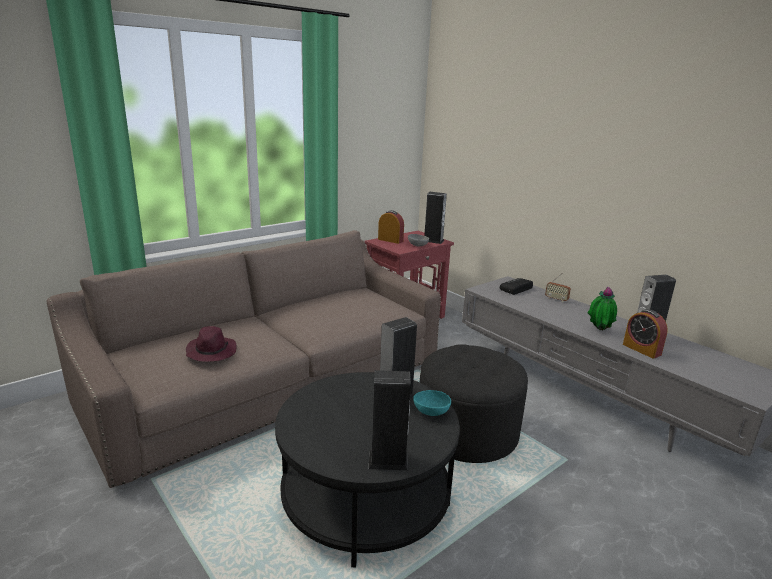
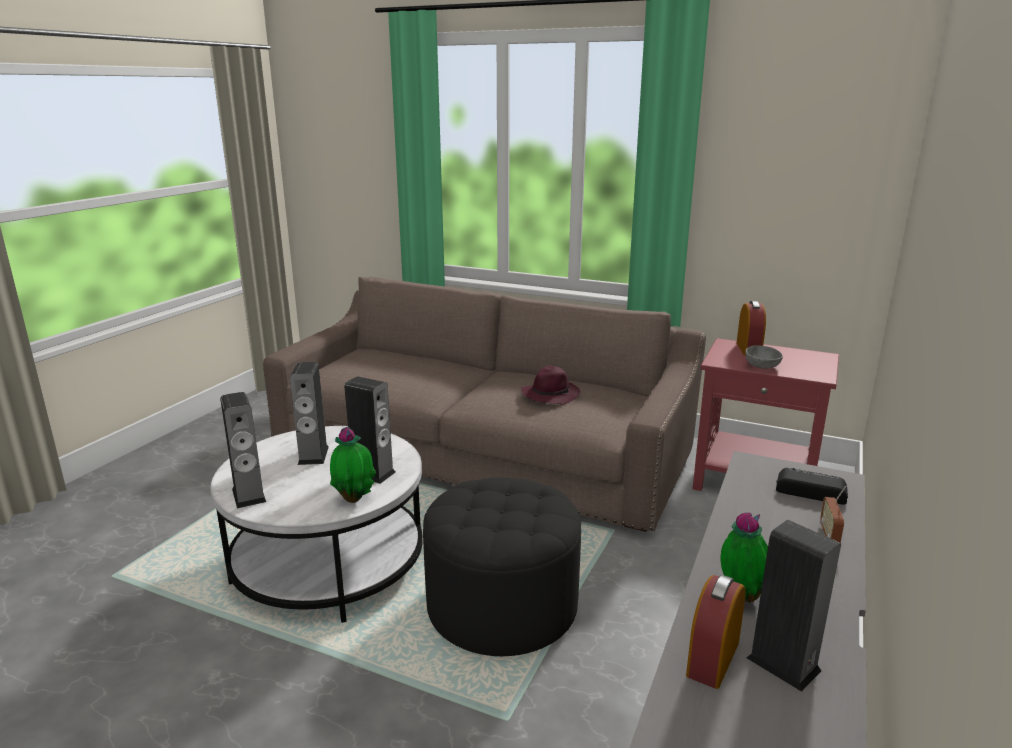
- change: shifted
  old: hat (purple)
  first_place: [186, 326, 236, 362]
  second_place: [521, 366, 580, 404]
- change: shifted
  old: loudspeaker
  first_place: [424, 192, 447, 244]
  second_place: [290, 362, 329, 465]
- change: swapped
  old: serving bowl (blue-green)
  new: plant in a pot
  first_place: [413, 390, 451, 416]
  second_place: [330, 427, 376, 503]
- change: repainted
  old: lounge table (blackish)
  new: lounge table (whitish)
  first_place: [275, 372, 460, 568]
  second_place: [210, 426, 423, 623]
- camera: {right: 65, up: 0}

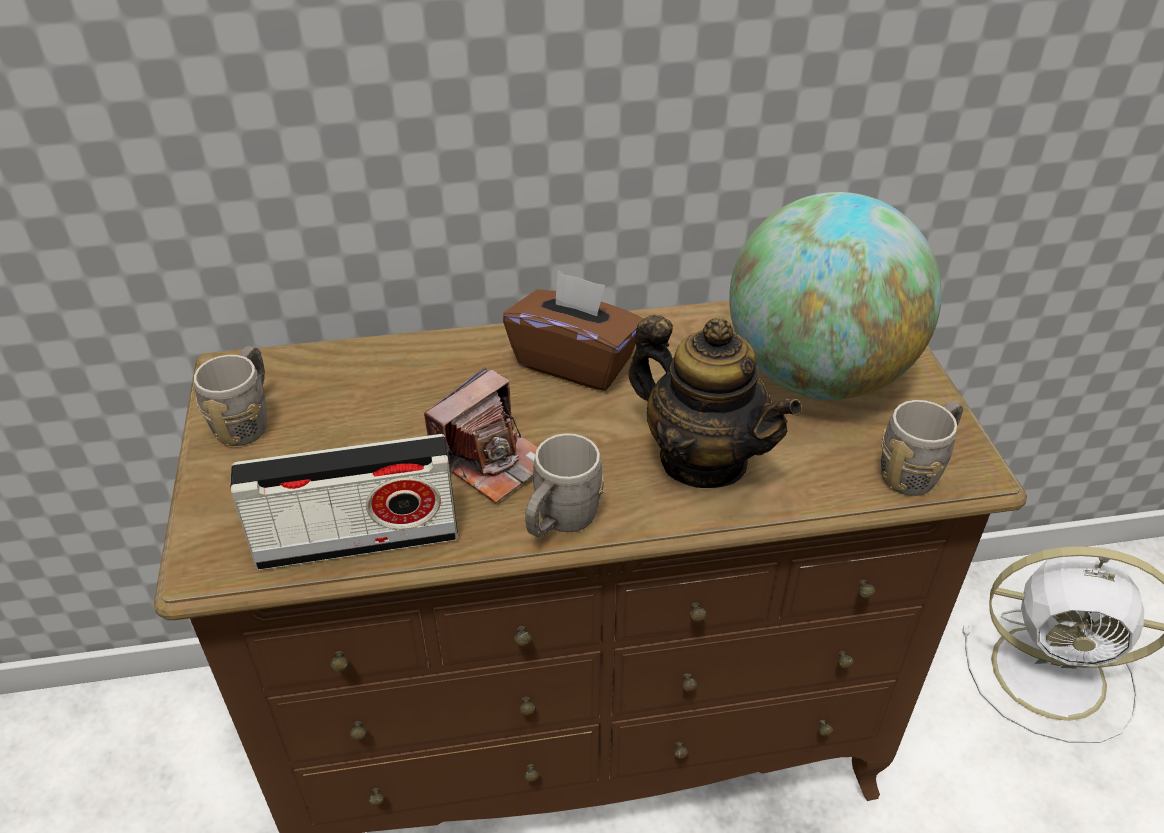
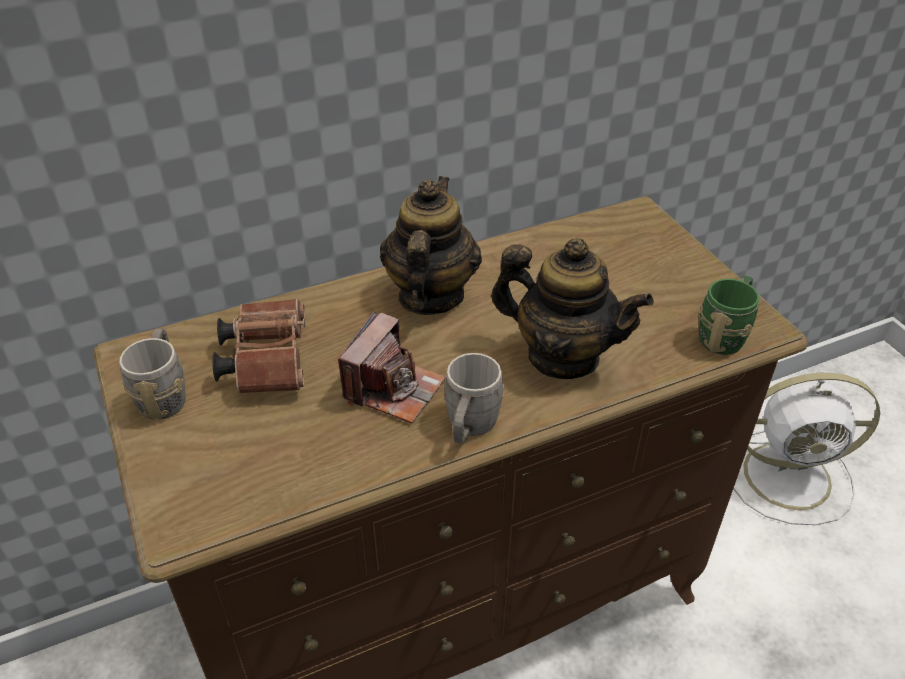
- change: gone
  old: radio receiver
  first_place: [230, 434, 458, 570]
- change: gone
  old: desk globe
  first_place: [729, 192, 942, 400]
- change: new
  new: pair of binoculars (brownish)
  second_place: [212, 299, 305, 394]
- change: swapped
  old: tissue box (brownish)
  new: tea pot
  first_place: [503, 270, 643, 391]
  second_place: [380, 176, 482, 315]
- change: repainted
  old: mug (greyish)
  new: mug (greenish)
  first_place: [881, 400, 963, 496]
  second_place: [699, 276, 759, 355]
- camera: {right: -15, up: 0}

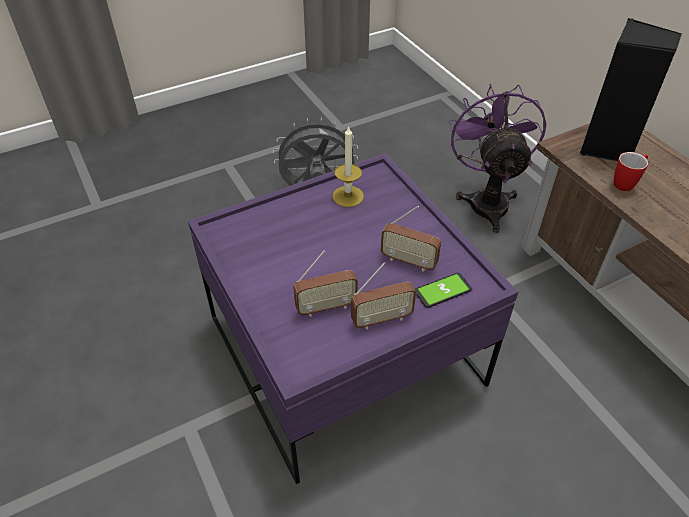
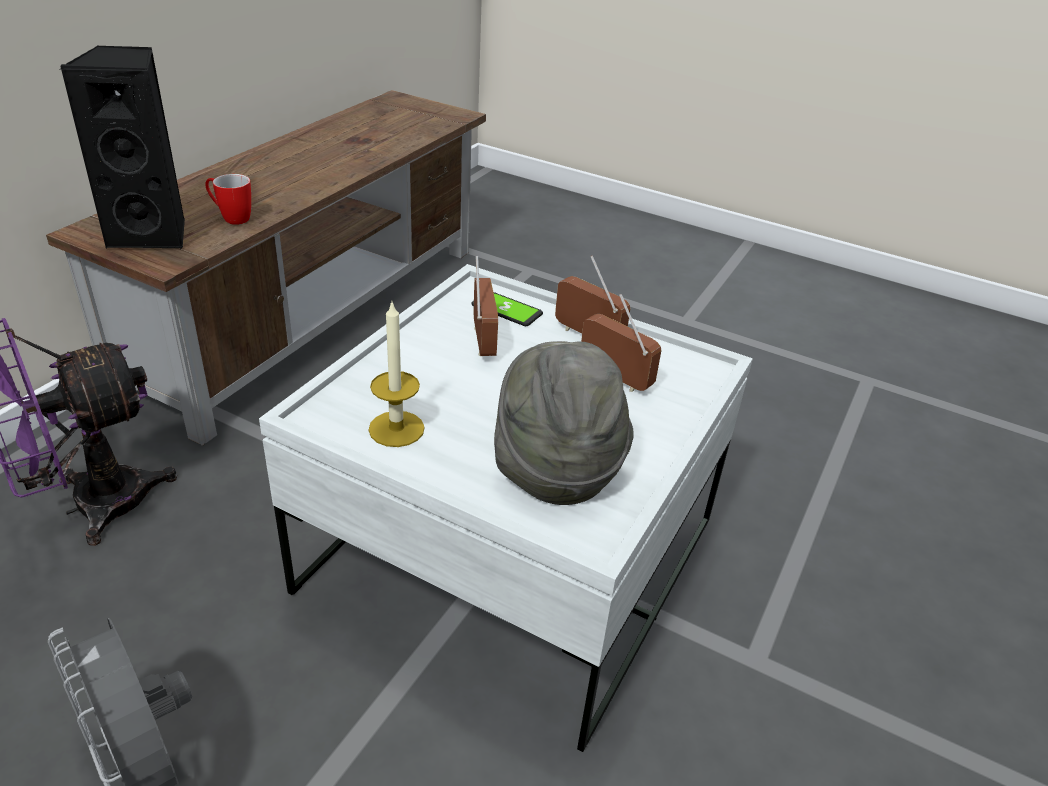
- change: new
  new: hat (greyish)
  second_place: [494, 341, 634, 505]
- change: repainted
  old: lounge table (purple)
  new: lounge table (whitish)
  first_place: [188, 153, 518, 484]
  second_place: [259, 264, 753, 752]
- camera: {right: -125, up: -10}

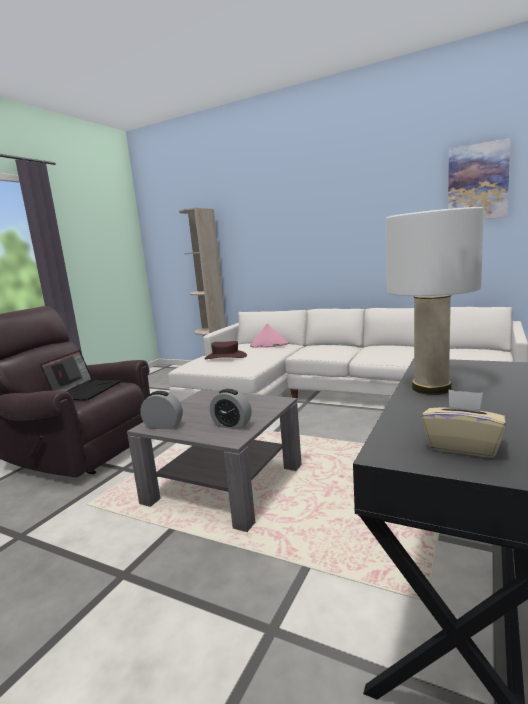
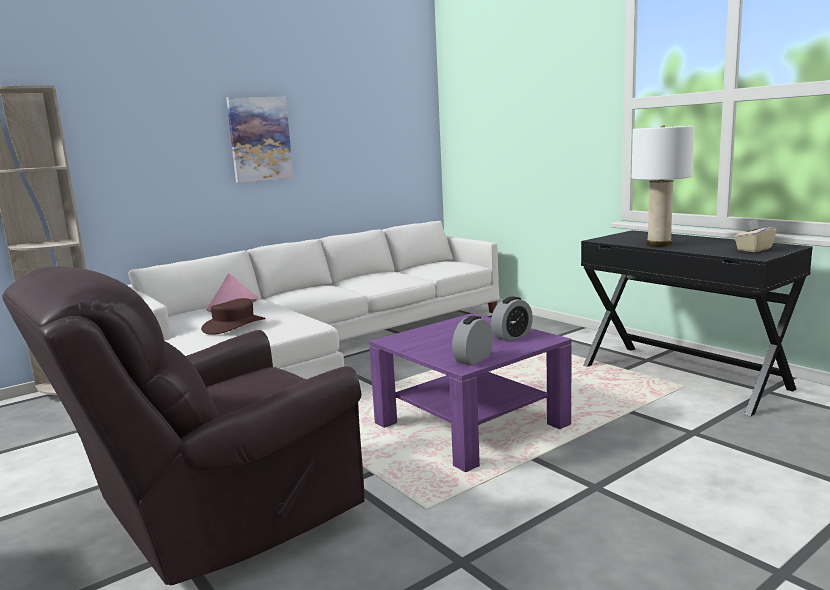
- change: gone
  old: notebook computer
  first_place: [40, 350, 120, 401]
- change: shifted
  old: picture
  first_place: [448, 138, 511, 219]
  second_place: [226, 97, 293, 183]
- change: repainted
  old: lounge table (greyish)
  new: lounge table (purple)
  first_place: [127, 390, 302, 532]
  second_place: [369, 313, 572, 472]
- camera: {right: -65, up: 0}

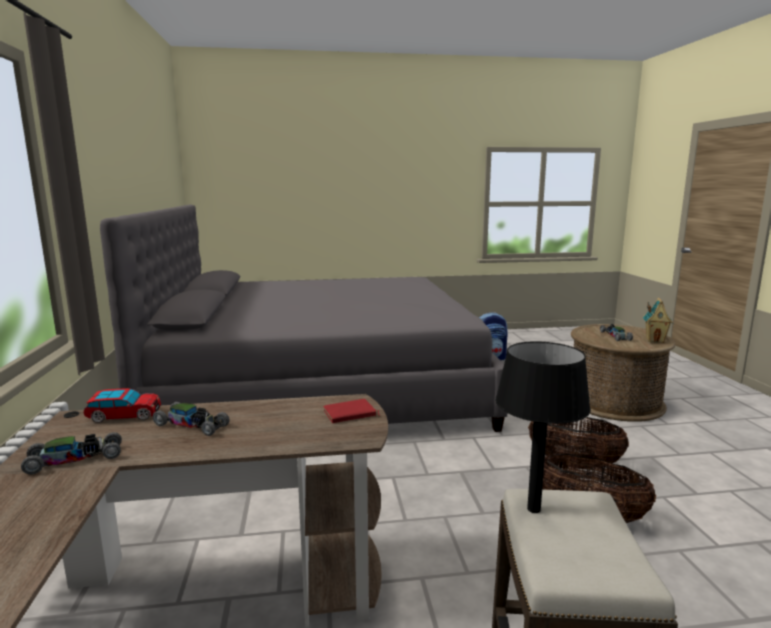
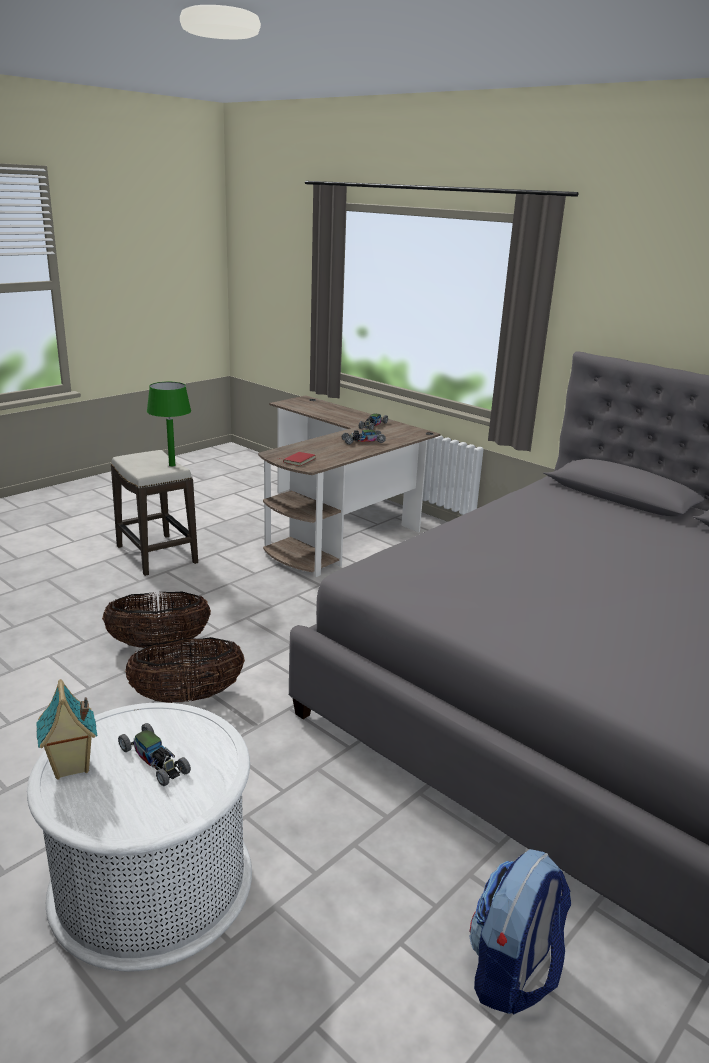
- change: gone
  old: toy car
  first_place: [83, 388, 161, 423]
- change: repainted
  old: tabletop lamp (blackish)
  new: tabletop lamp (greenish)
  first_place: [495, 341, 591, 513]
  second_place: [147, 382, 191, 466]
- change: repainted
  old: lounge table (brownish)
  new: lounge table (whitish)
  first_place: [571, 324, 675, 422]
  second_place: [27, 702, 252, 972]
- camera: {right: 140, up: 10}

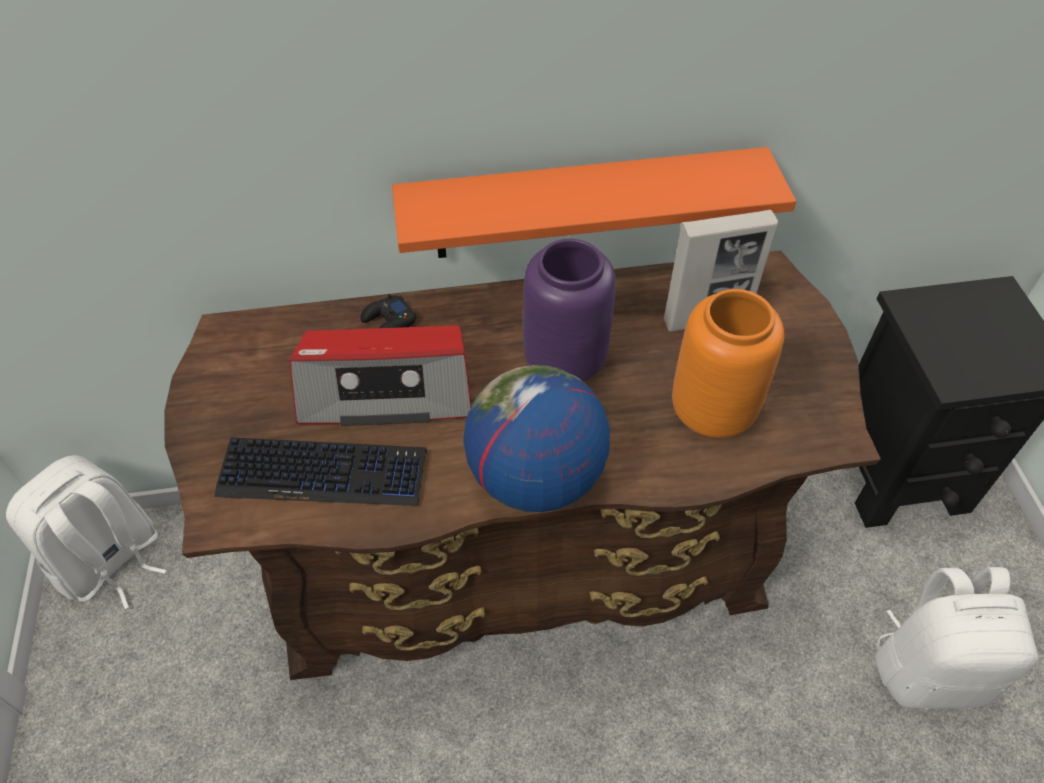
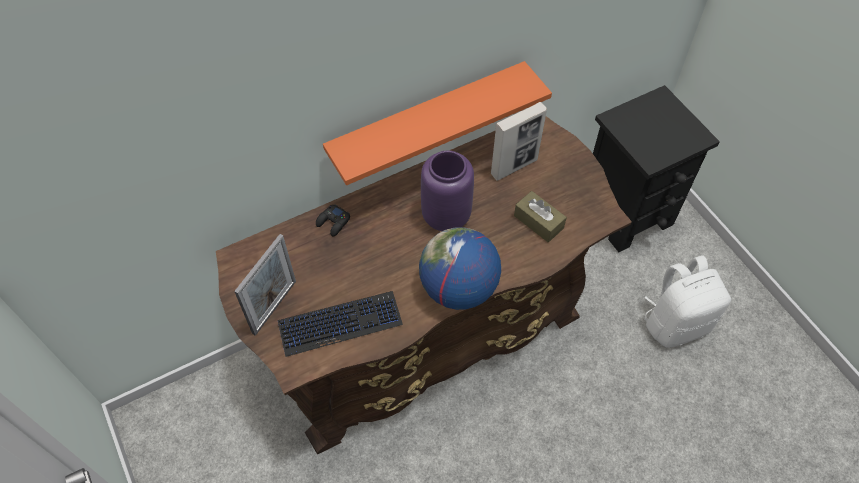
- change: gone
  old: knapsack (whitish)
  first_place: [6, 455, 167, 610]
- change: gone
  old: radio receiver
  first_place: [289, 326, 471, 426]
- change: new
  new: photo frame
  second_place: [234, 234, 296, 336]
- change: swapped
  old: flower vase (orangey)
  new: tissue box (brownish)
  first_place: [672, 289, 784, 438]
  second_place: [514, 191, 567, 242]
- camera: {right: -20, up: 5}

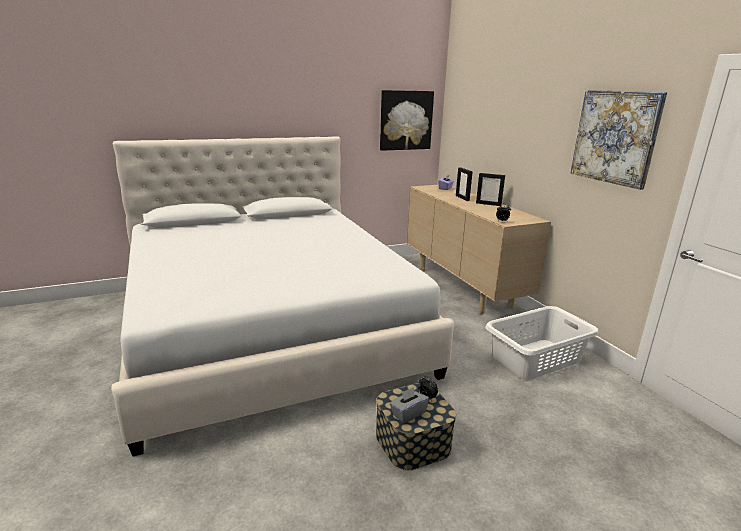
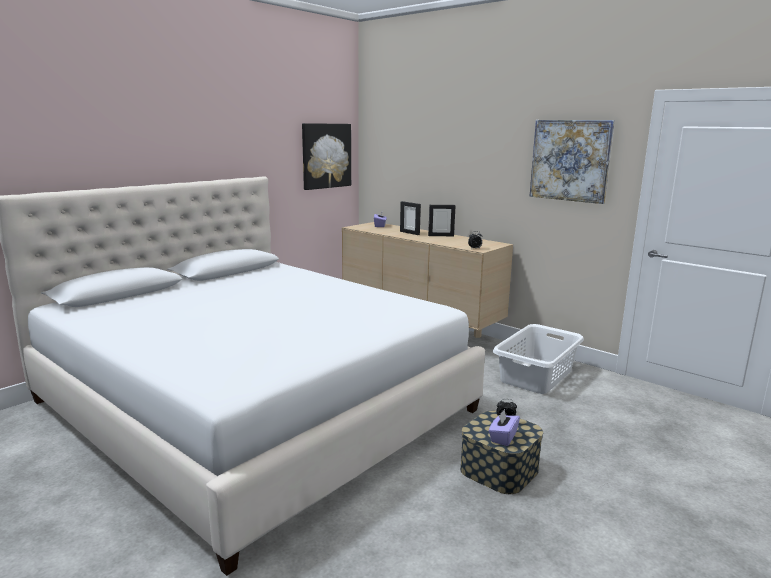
- change: repainted
  old: tissue box (greyish)
  new: tissue box (purple)
  first_place: [390, 387, 430, 423]
  second_place: [489, 409, 520, 446]
- camera: {right: -25, up: -5}

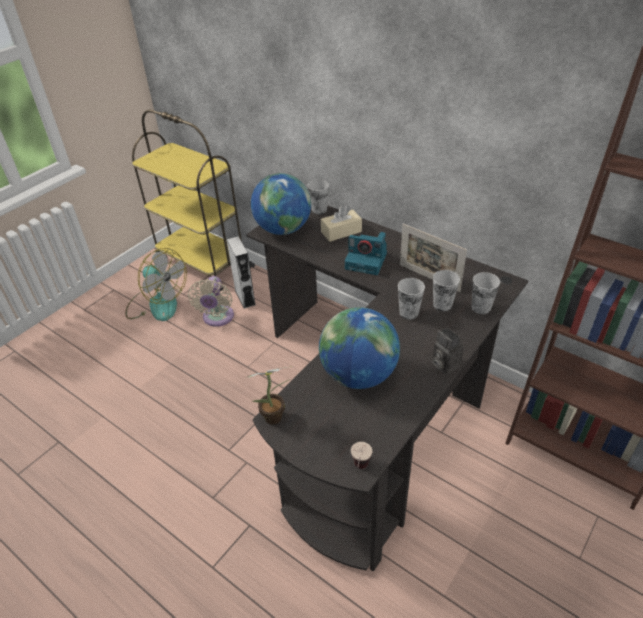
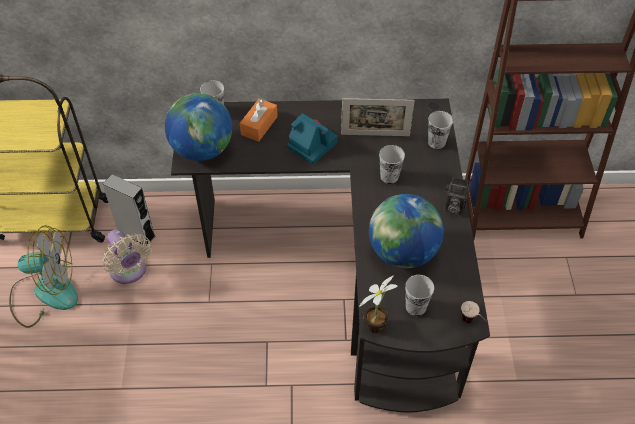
- change: shifted
  old: drinking cup
  first_place: [433, 270, 460, 311]
  second_place: [405, 275, 434, 316]
- change: repainted
  old: tissue box (sand-coloured)
  new: tissue box (orangey)
  first_place: [321, 206, 362, 242]
  second_place: [240, 99, 278, 142]
- change: rotated
  old: photo camera
  first_place: [345, 232, 387, 275]
  second_place: [287, 113, 338, 164]
  degrees: -120
- camera: {right: -40, up: 10}

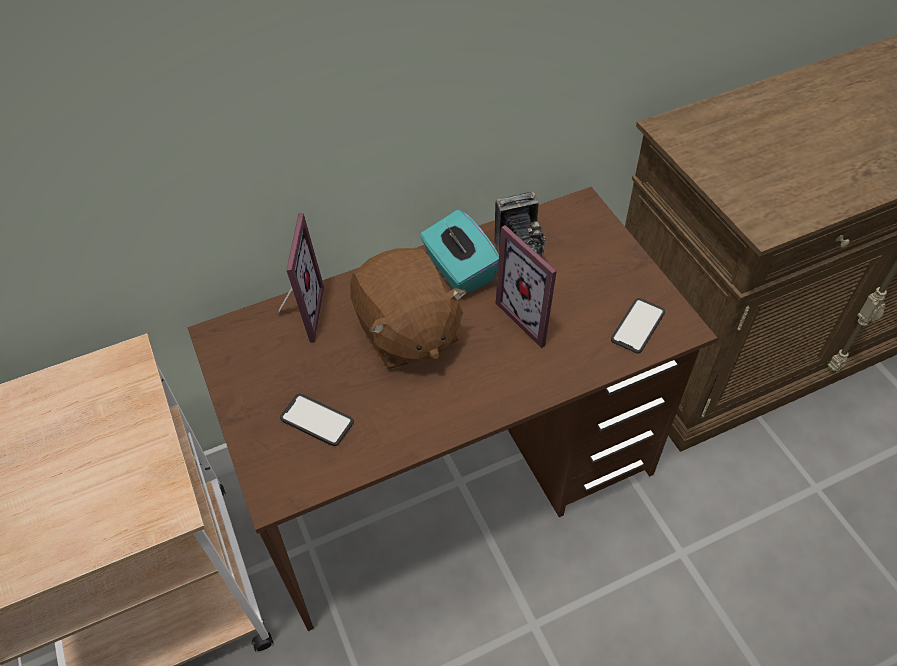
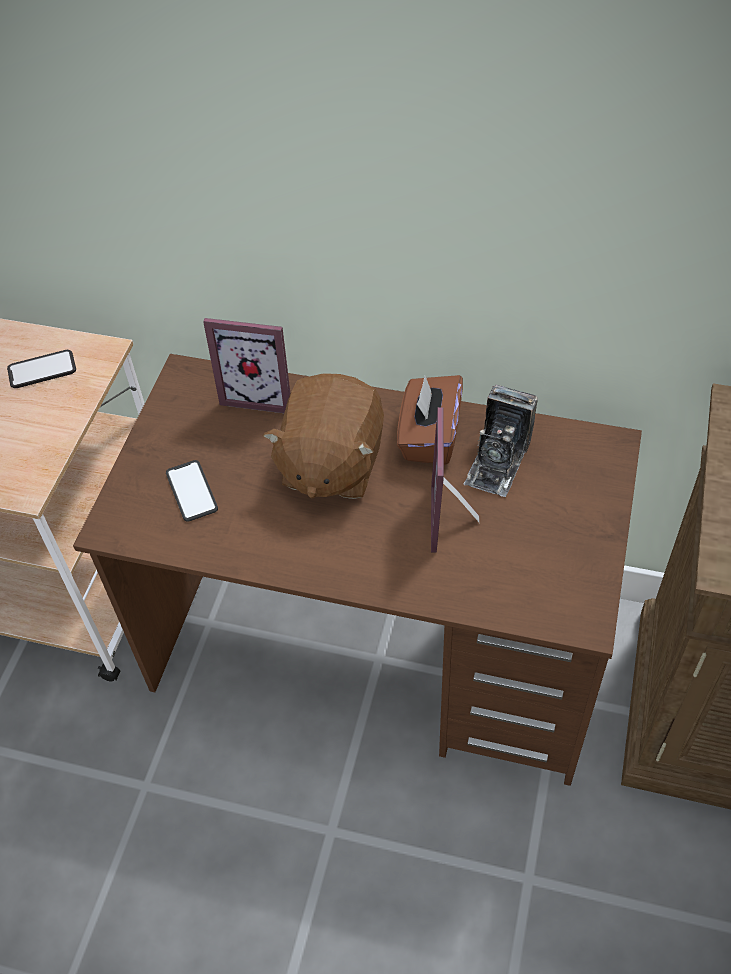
- change: shifted
  old: handset
  first_place: [611, 298, 665, 353]
  second_place: [7, 350, 76, 388]
- change: repainted
  old: tissue box (blue-green)
  new: tissue box (brownish)
  first_place: [420, 210, 499, 294]
  second_place: [397, 375, 463, 465]
- change: rotated
  old: photo frame
  first_place: [278, 213, 324, 342]
  second_place: [203, 318, 291, 413]
  degrees: 60
- camera: {right: 40, up: 0}

